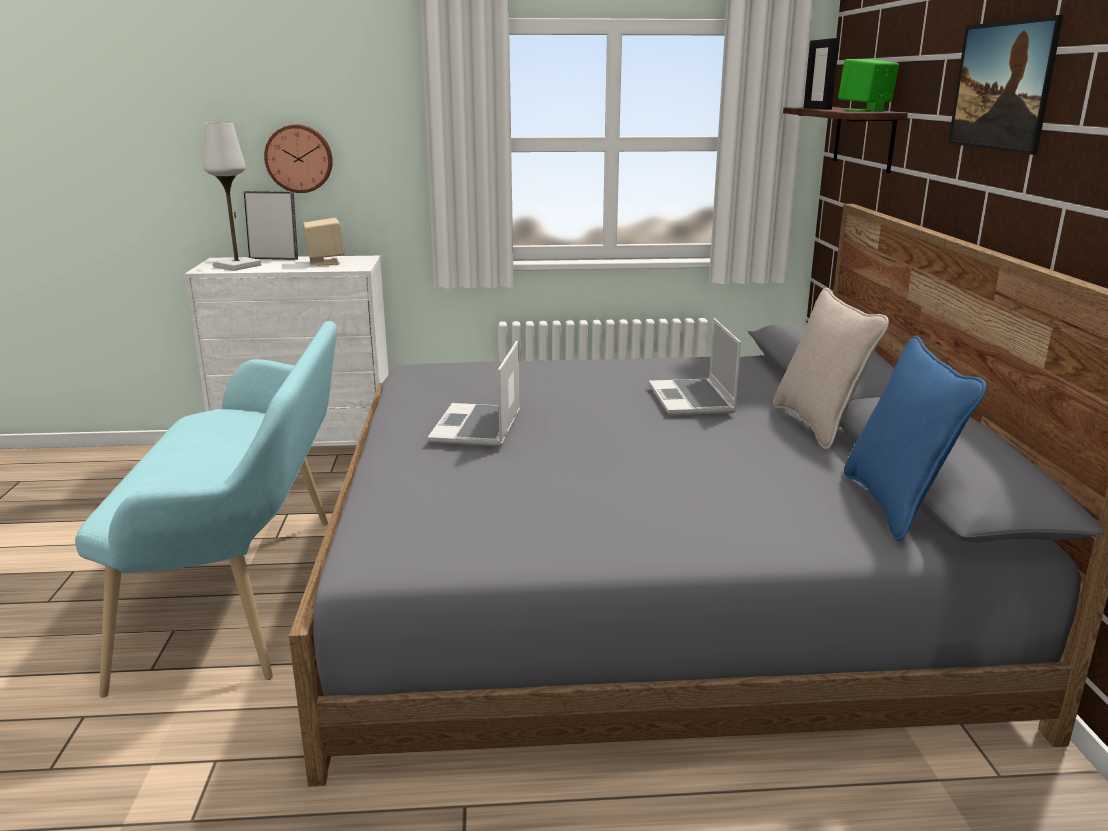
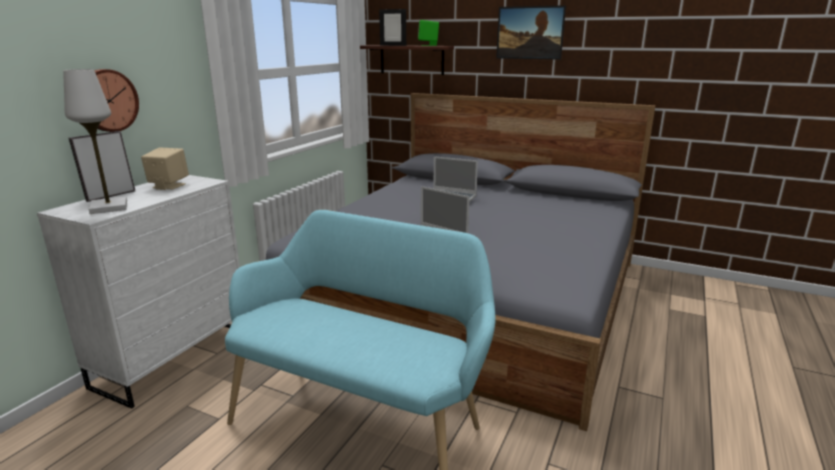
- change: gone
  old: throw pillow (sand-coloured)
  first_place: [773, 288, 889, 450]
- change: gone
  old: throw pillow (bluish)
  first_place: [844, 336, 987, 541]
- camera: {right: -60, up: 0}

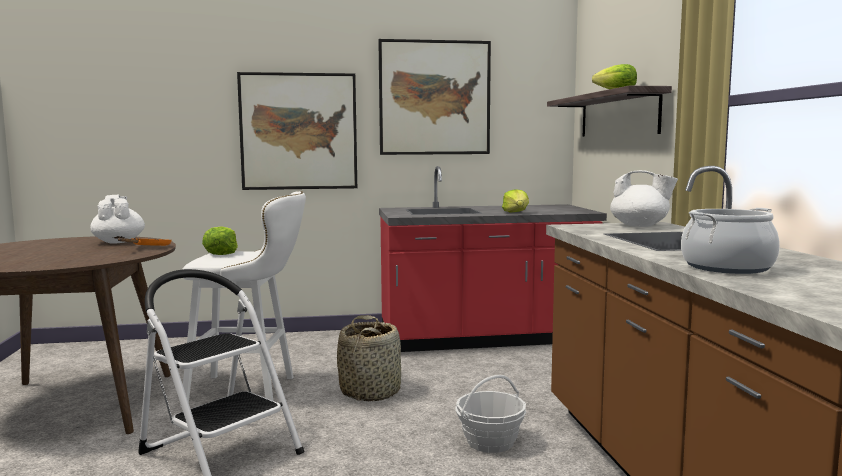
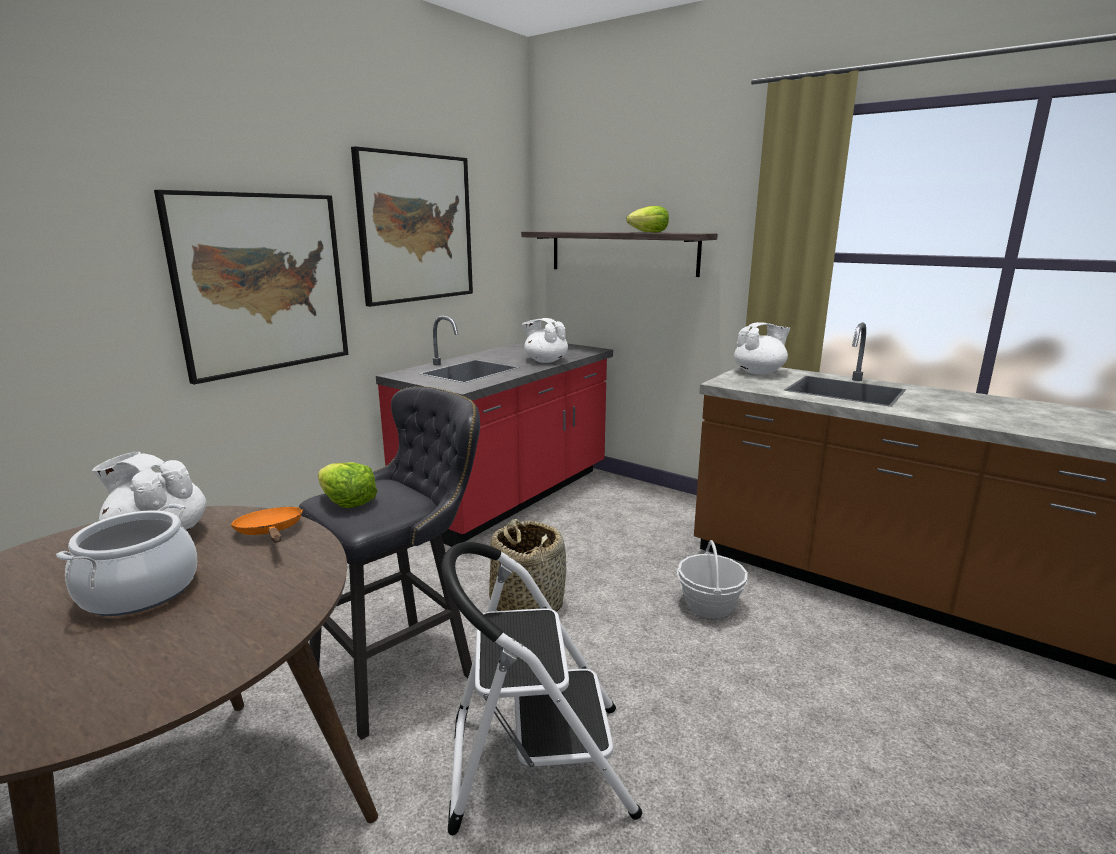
- change: shifted
  old: stockpot
  first_place: [681, 208, 780, 274]
  second_place: [56, 504, 197, 616]
- change: swapped
  old: head of lettuce
  new: tea pot (whitish)
  first_place: [502, 189, 529, 213]
  second_place: [522, 318, 568, 363]
- change: repainted
  old: stool seat (whitish)
  new: stool seat (blackish)
  first_place: [181, 191, 306, 408]
  second_place: [298, 386, 480, 740]
- camera: {right: -45, up: 10}

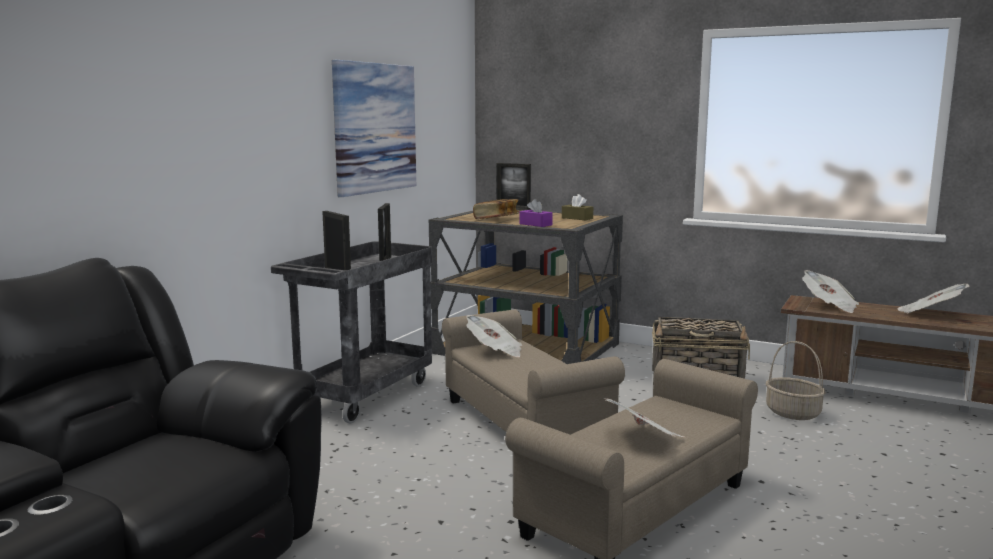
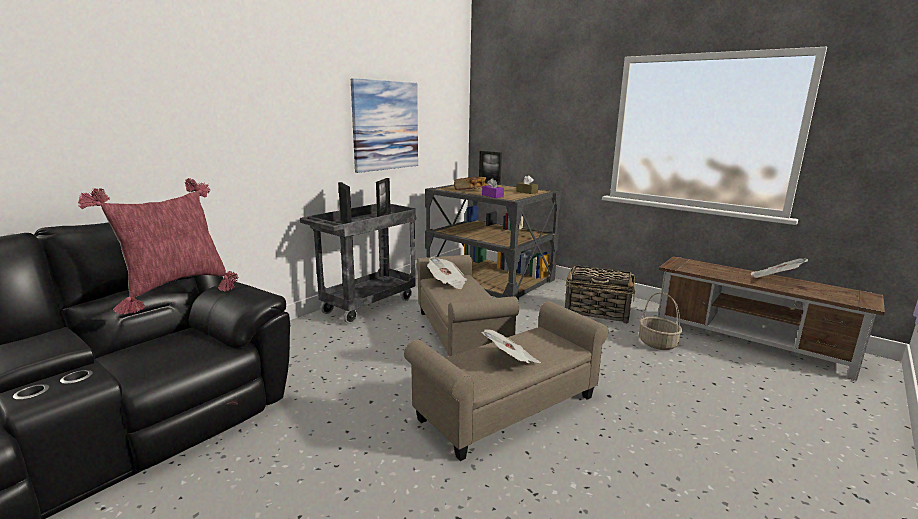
- change: gone
  old: daily paper
  first_place: [802, 270, 859, 313]
- change: new
  new: throw pillow (red)
  second_place: [78, 178, 239, 315]
- camera: {right: 10, up: 5}

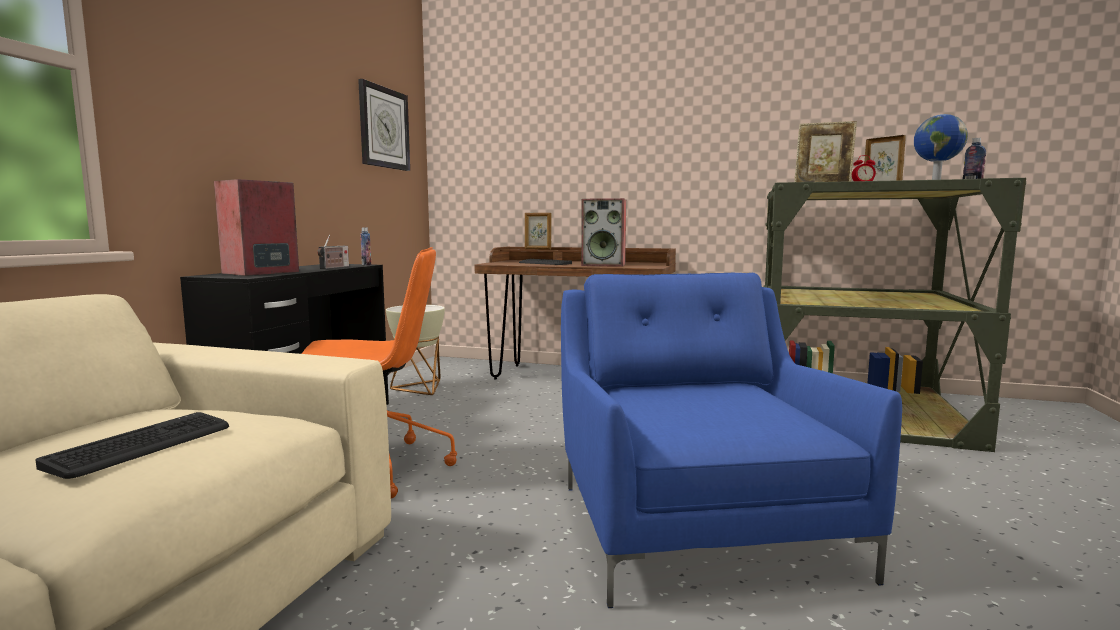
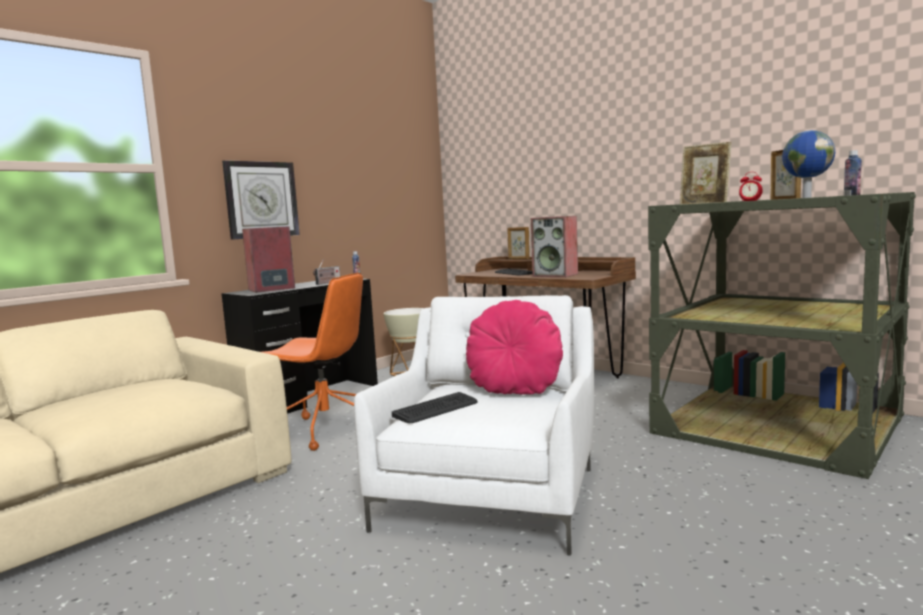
- change: new
  new: throw pillow (pinkish)
  second_place: [466, 300, 563, 395]
- change: shifted
  old: keyboard
  first_place: [35, 412, 229, 479]
  second_place: [392, 392, 478, 423]
- change: shifted
  old: wall clock
  first_place: [358, 79, 410, 171]
  second_place: [222, 160, 300, 240]
- change: repainted
  old: lounge chair (bluish)
  new: lounge chair (whitish)
  first_place: [561, 273, 902, 608]
  second_place: [354, 295, 594, 556]
- camera: {right: 25, up: 0}

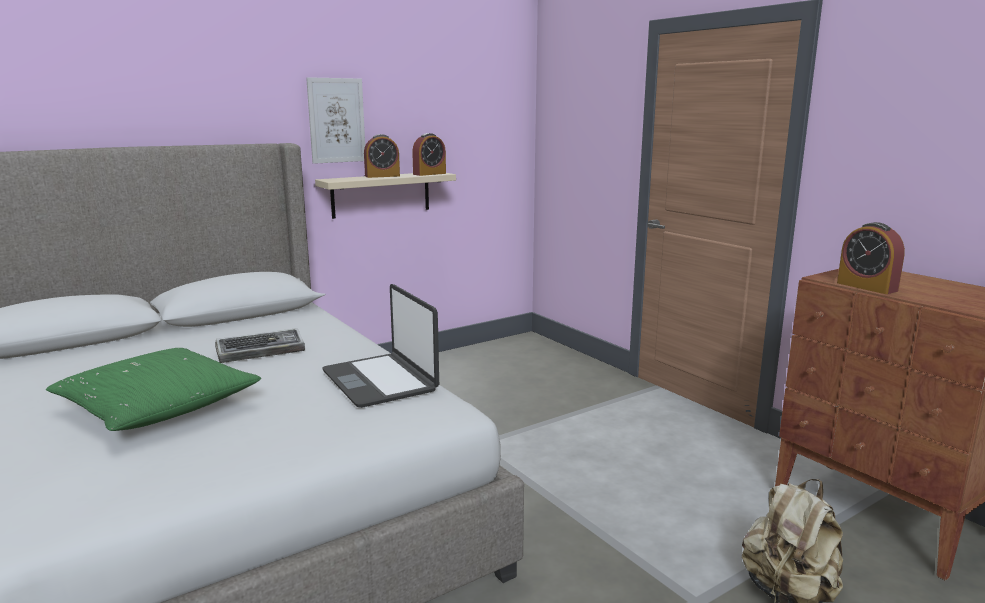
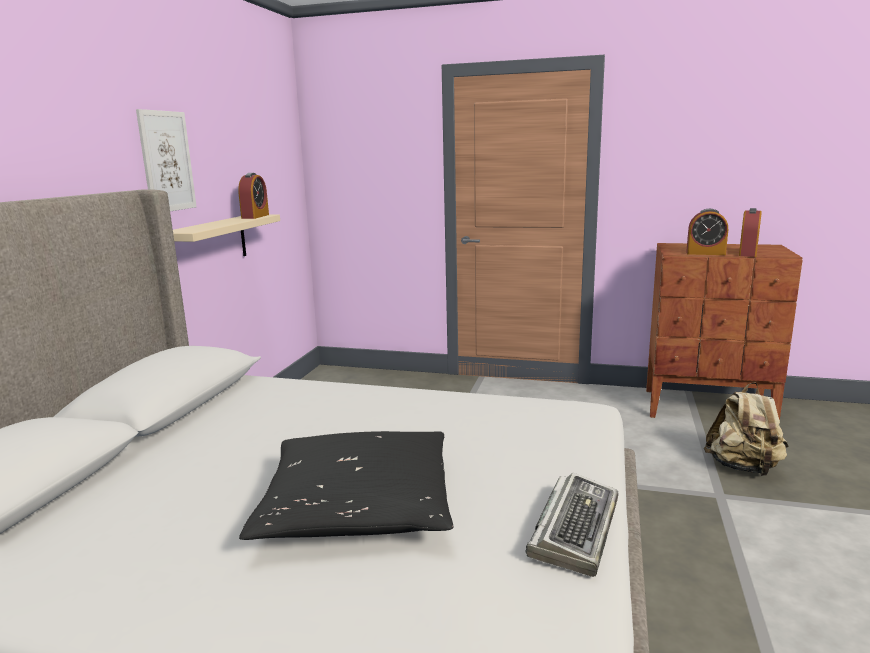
- change: gone
  old: notebook computer
  first_place: [322, 284, 439, 408]
- change: shifted
  old: keyboard
  first_place: [215, 328, 305, 363]
  second_place: [525, 473, 619, 577]
- change: shifted
  old: bedside clock
  first_place: [364, 134, 400, 178]
  second_place: [739, 208, 762, 257]
- change: repainted
  old: throw pillow (greenish)
  new: throw pillow (blackish)
  first_place: [46, 348, 261, 431]
  second_place: [239, 431, 454, 540]
- camera: {right: -40, up: 0}

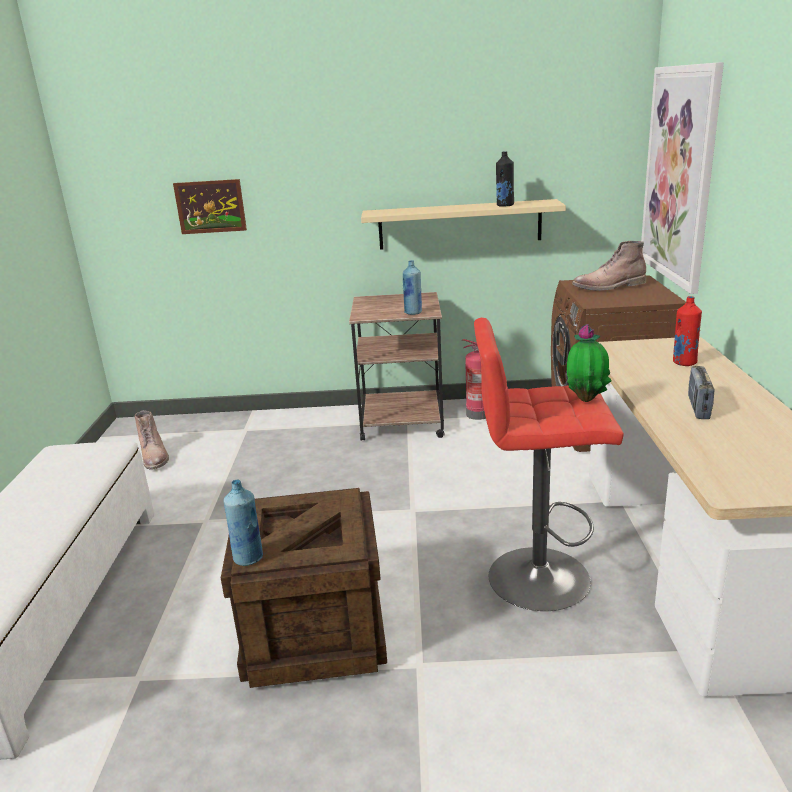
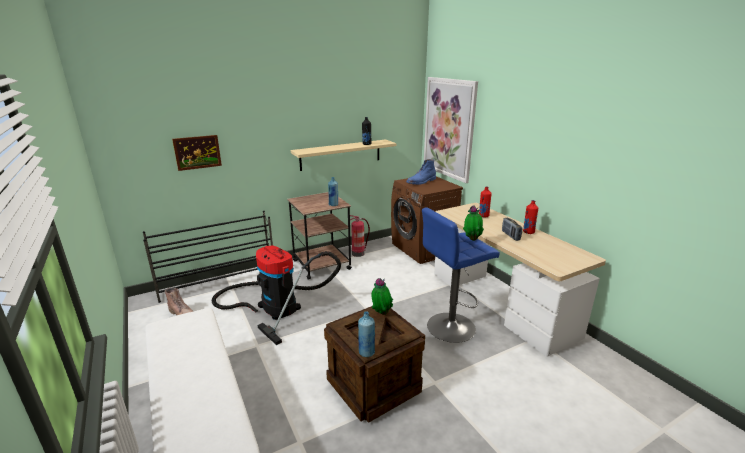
- change: new
  new: shoe shelf (blackish)
  second_place: [143, 211, 273, 303]
- change: new
  new: vacuum cleaner
  second_place: [212, 245, 341, 345]
- change: new
  new: plant in a pot
  second_place: [372, 278, 393, 315]
- change: new
  new: drink bottle (red)
  second_place: [523, 200, 538, 234]
- change: repainted
  old: stool seat (red)
  new: stool seat (bluish)
  first_place: [474, 318, 624, 611]
  second_place: [422, 207, 500, 343]
- change: repainted
  old: tall boot (brownish)
  new: tall boot (bluish)
  first_place: [572, 241, 646, 291]
  second_place: [406, 159, 436, 185]
- camera: {right: -30, up: 0}

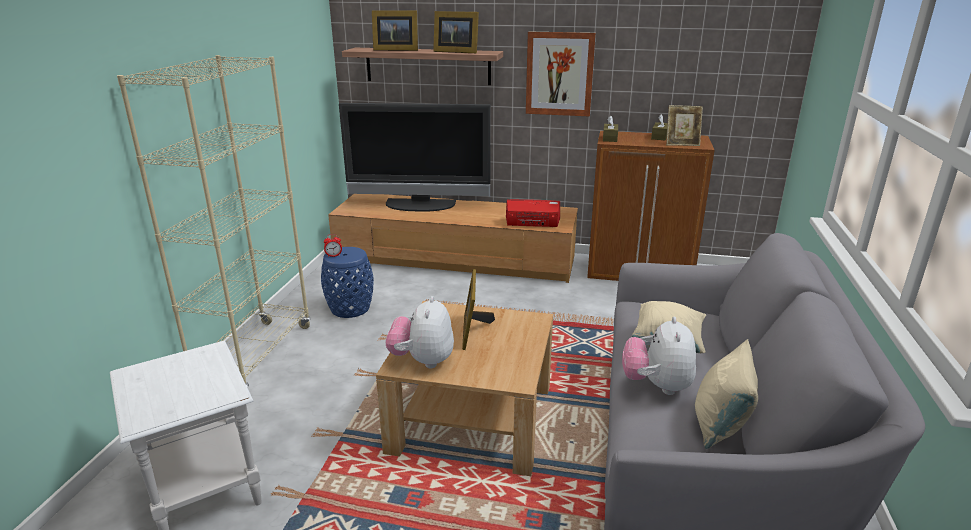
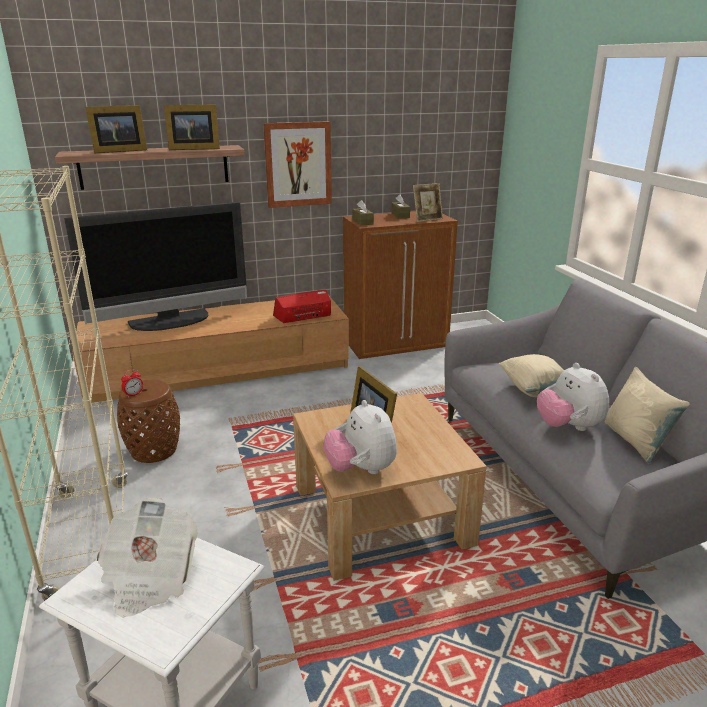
- change: new
  new: daily paper
  second_place: [97, 498, 198, 618]
- change: repainted
  old: stool seat (bluish)
  new: stool seat (brownish)
  first_place: [321, 247, 374, 318]
  second_place: [117, 379, 180, 463]
- camera: {right: -30, up: 0}

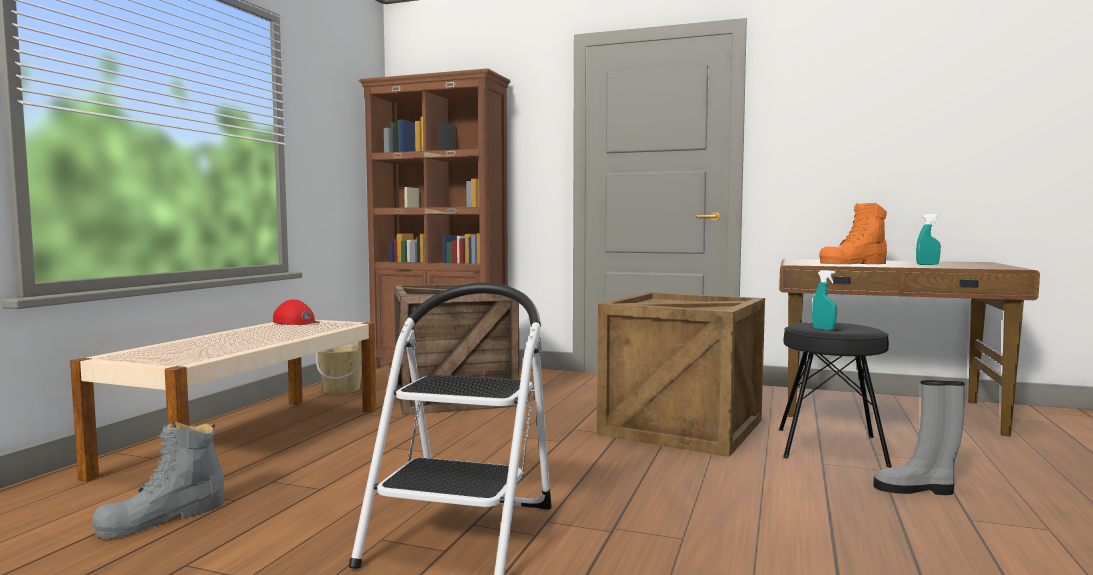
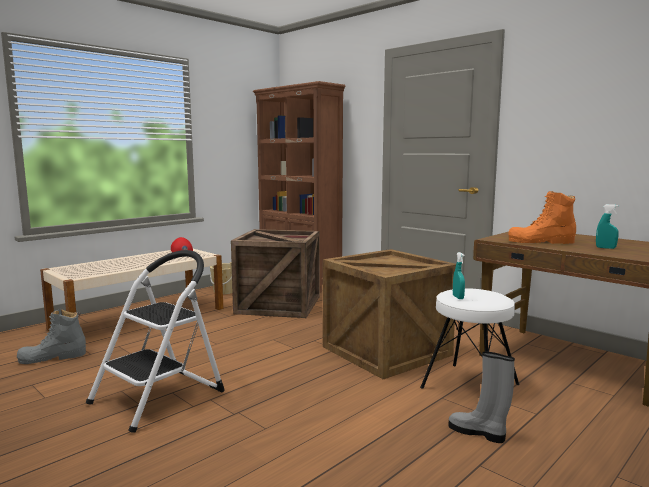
- change: repainted
  old: stool seat (blackish)
  new: stool seat (whitish)
  first_place: [779, 322, 892, 468]
  second_place: [420, 288, 520, 389]
- camera: {right: 25, up: 5}

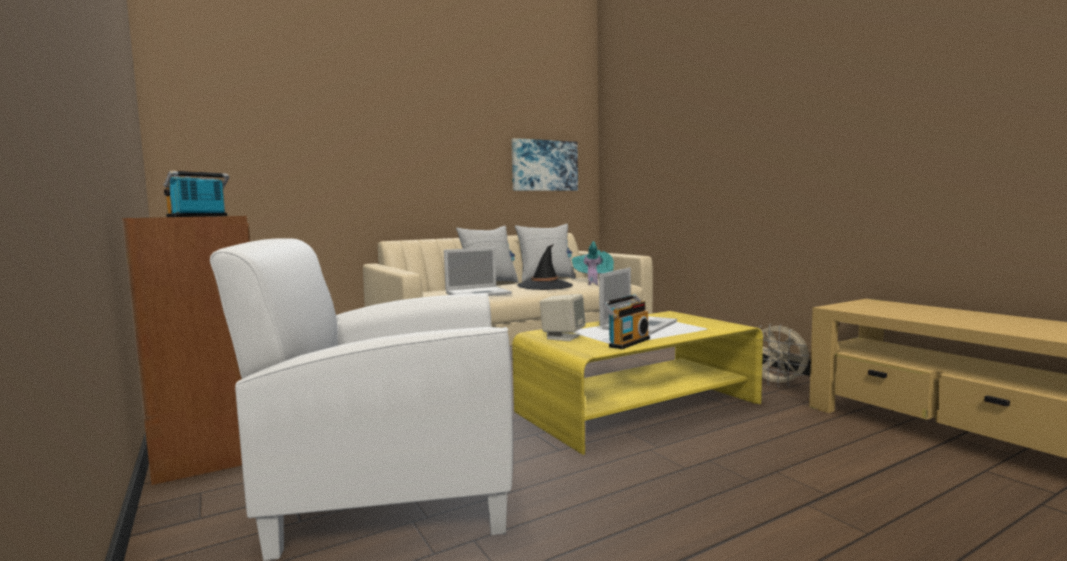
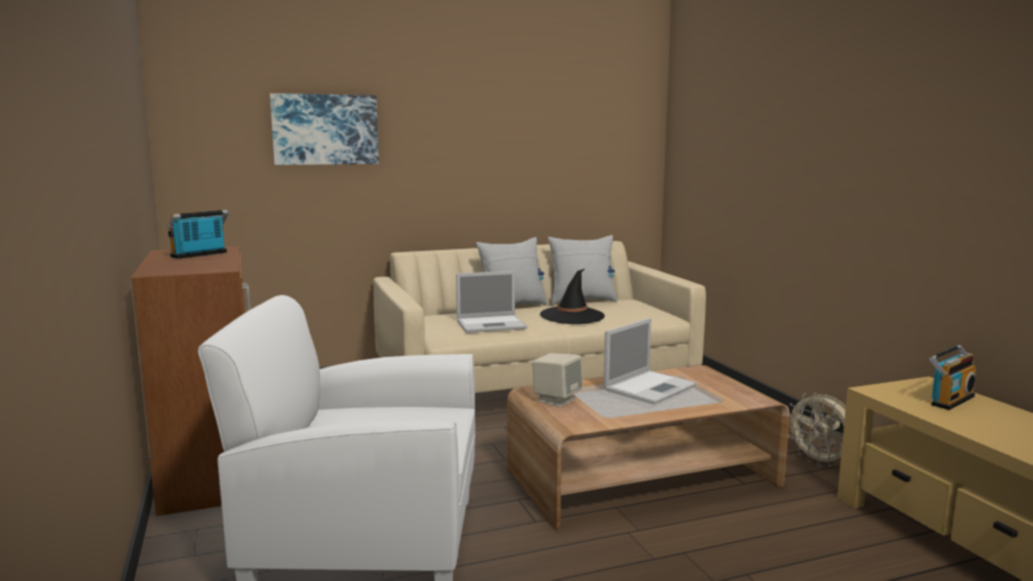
- change: gone
  old: hat (blue-green)
  first_place: [572, 241, 614, 285]
- change: shifted
  old: picture
  first_place: [511, 138, 578, 191]
  second_place: [270, 93, 379, 165]
- change: shifted
  old: radio receiver
  first_place: [603, 294, 650, 349]
  second_place: [929, 345, 976, 410]
- change: repainted
  old: lounge table (yellow-coloured)
  new: lounge table (brownish)
  first_place: [512, 311, 763, 455]
  second_place: [507, 365, 790, 531]
- camera: {right: 10, up: 5}

